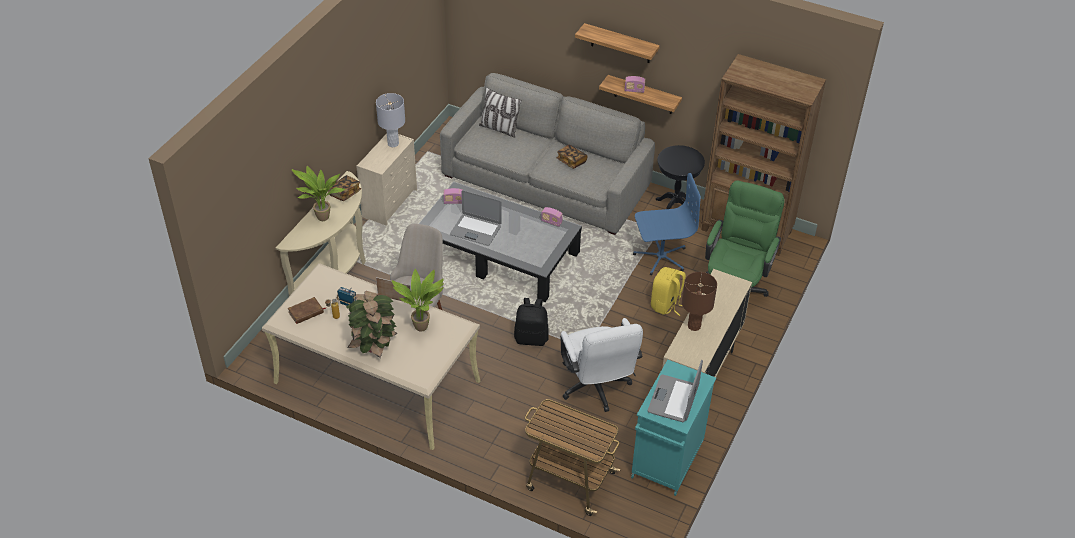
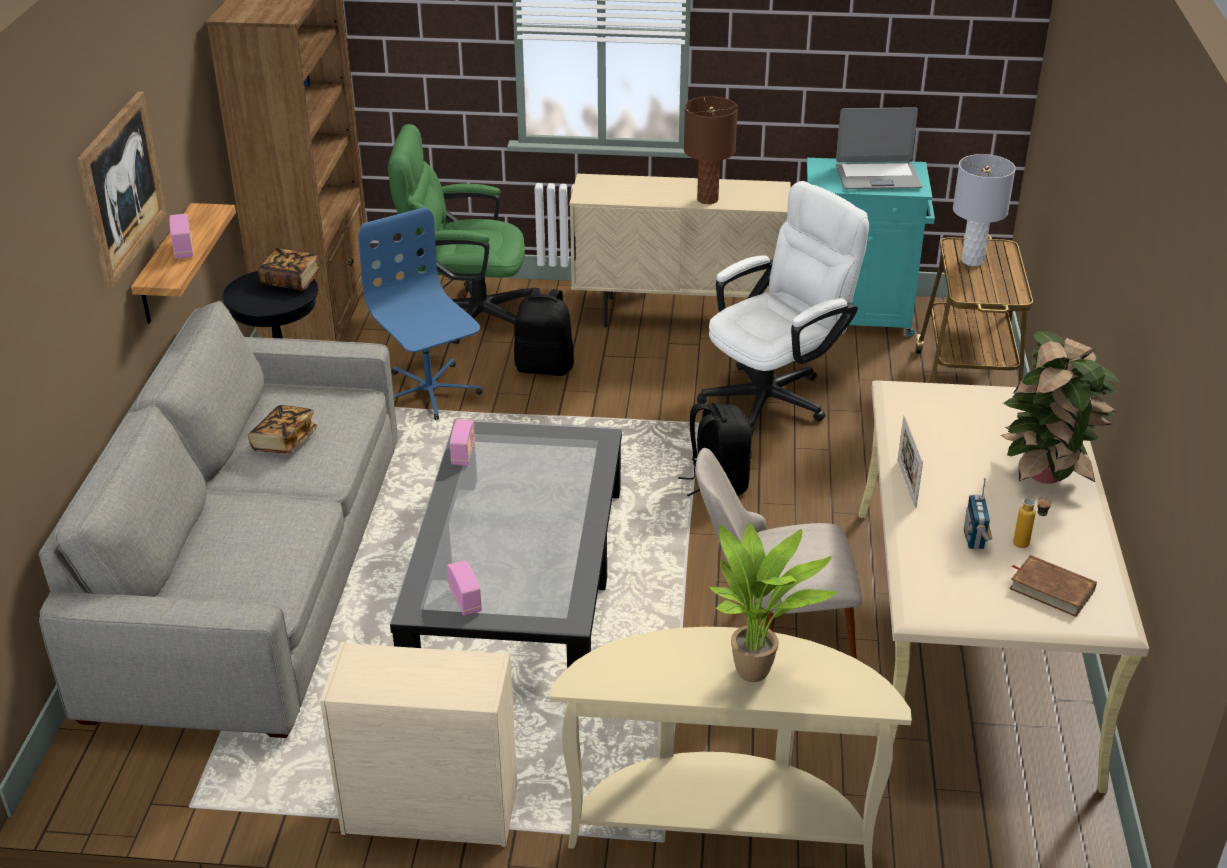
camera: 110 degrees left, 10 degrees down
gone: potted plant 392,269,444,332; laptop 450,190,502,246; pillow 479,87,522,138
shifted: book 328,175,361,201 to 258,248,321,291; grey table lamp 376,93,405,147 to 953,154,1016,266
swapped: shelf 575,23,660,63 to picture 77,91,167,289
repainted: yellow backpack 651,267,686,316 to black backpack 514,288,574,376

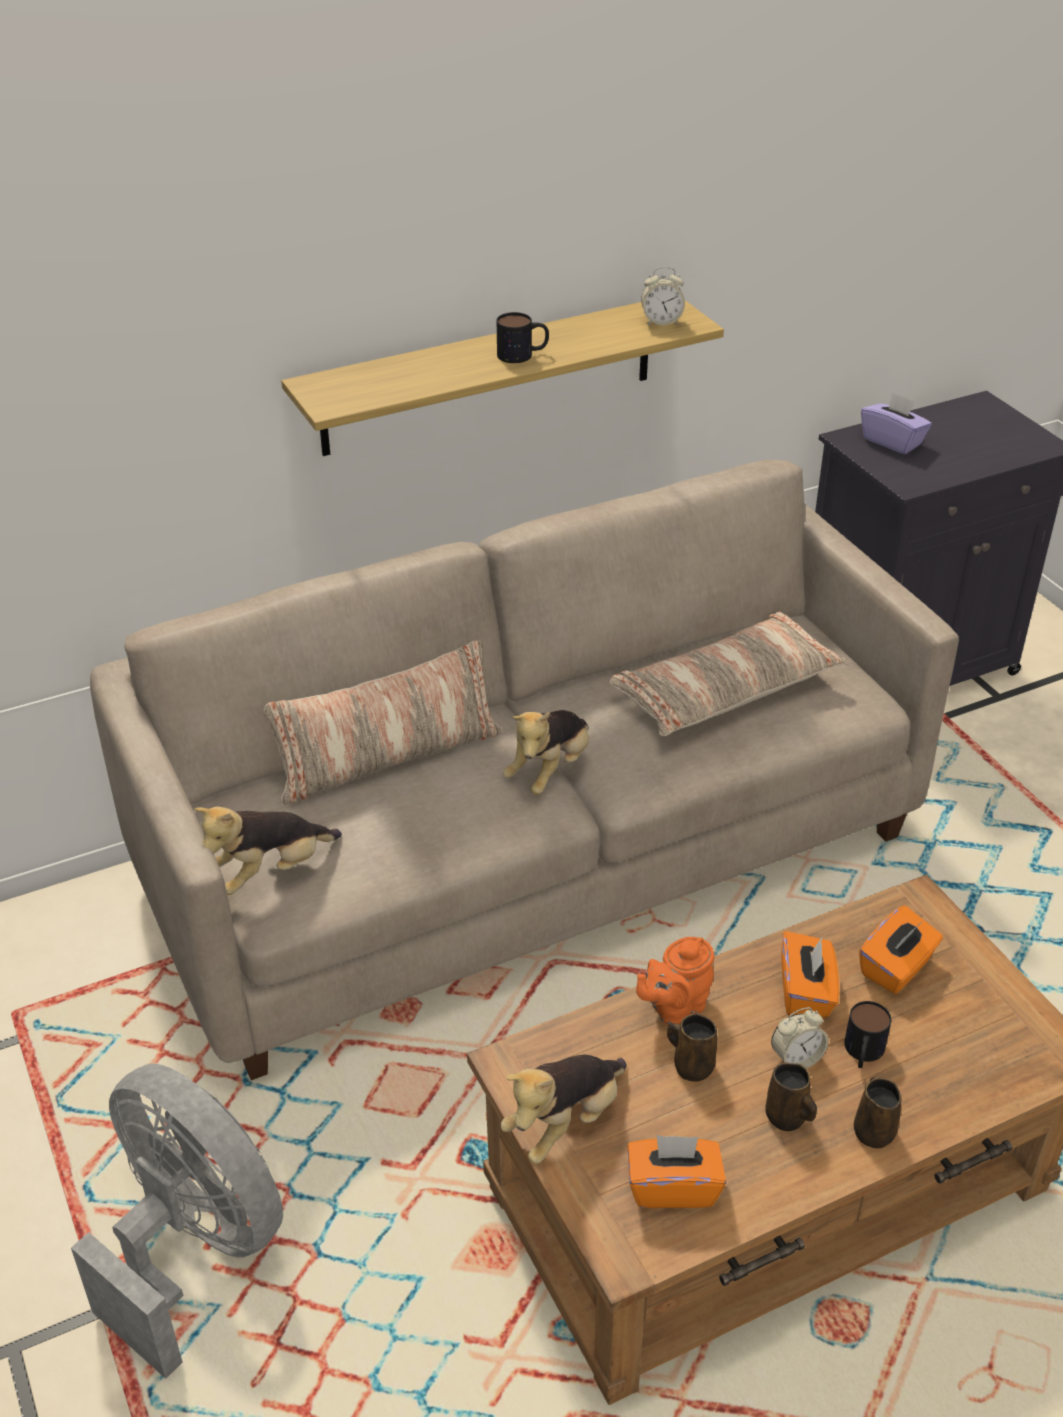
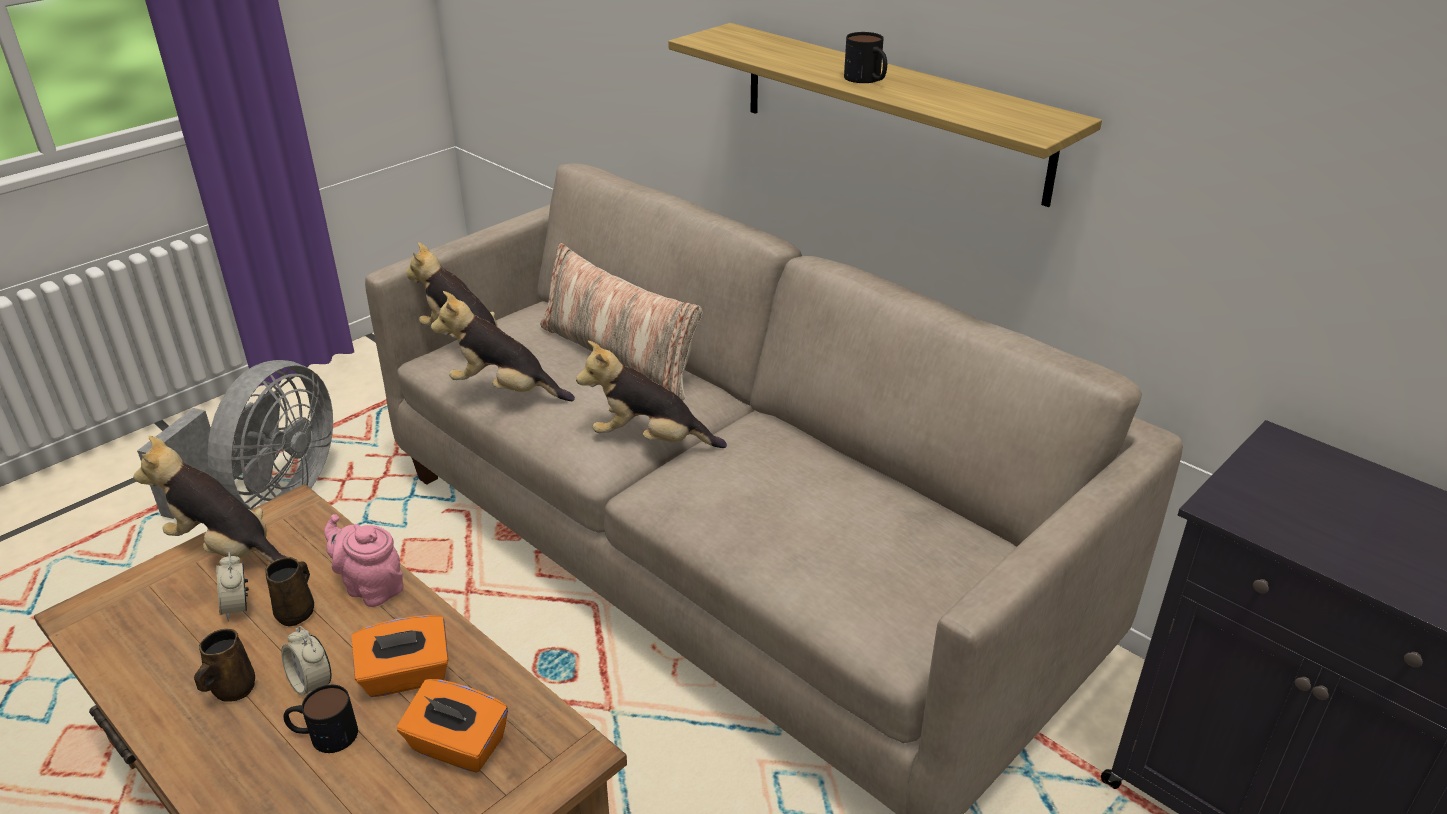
camera: 70 degrees right, 5 degrees down
gone: pillow 610,612,846,736; orange tissue box 628,1135,726,1208; brown mug 854,1077,901,1148; purple tissue box 861,392,932,454
new: plush toy 431,291,575,401
shifted: alarm clock 641,267,685,326 to 216,552,249,621
repainted: orange teapot 636,937,715,1025 to pink teapot 324,514,404,607

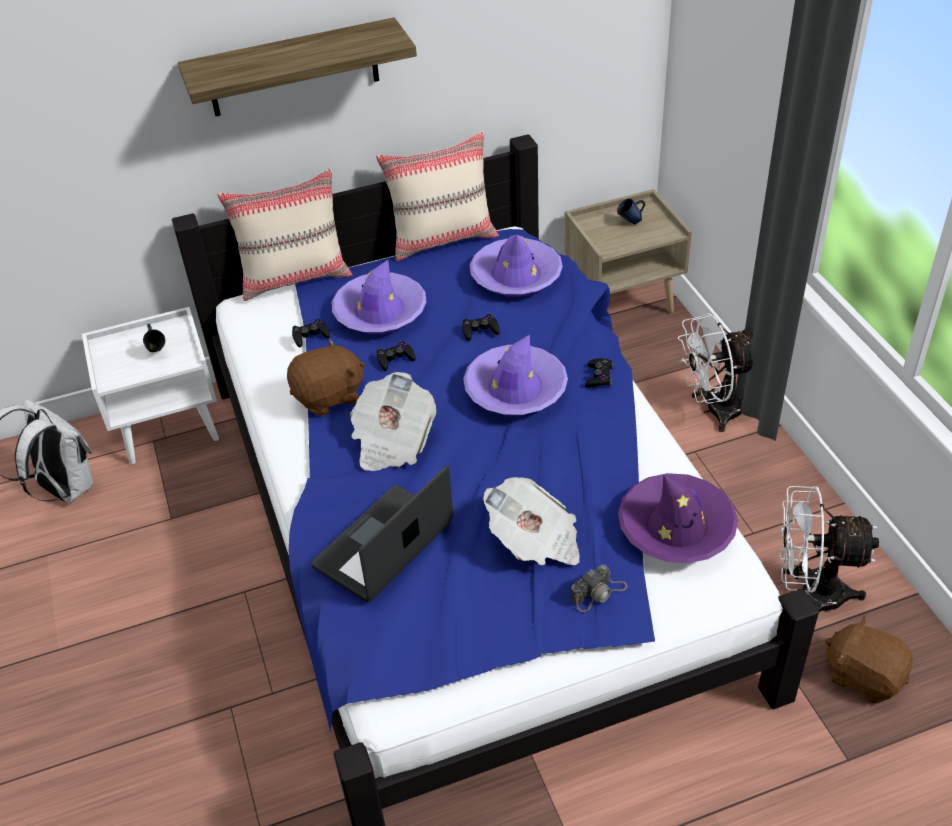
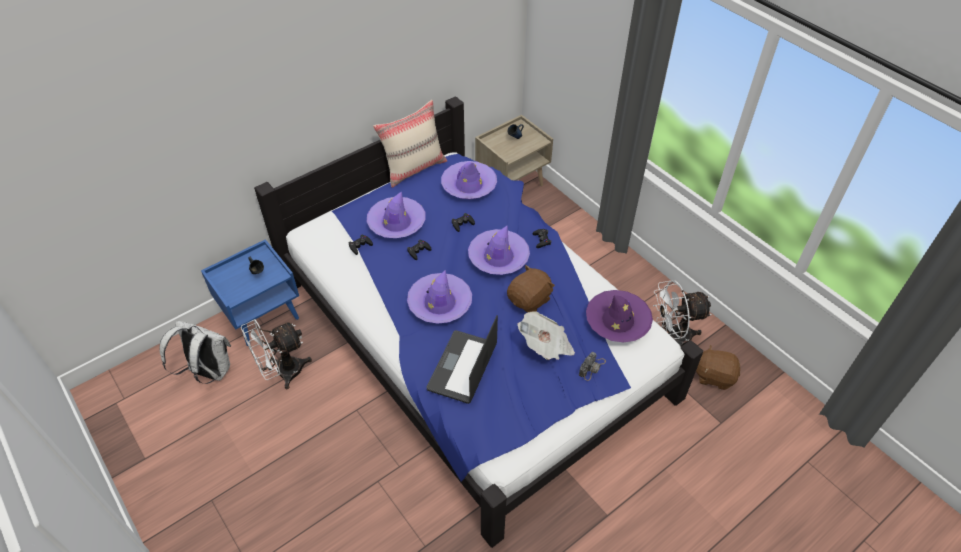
camera: 20 degrees left, 5 degrees up
gone: shelf 178,17,417,116; beige pillow 217,169,352,301
shifted: brown plush toy 287,339,365,416 to 507,265,555,313; white fan 678,313,753,432 to 241,319,312,390
swapped: newspaper 350,372,437,471 to purple hat 407,270,472,324
repainted: white nightstand 82,307,219,464 to blue nightstand 201,239,299,346

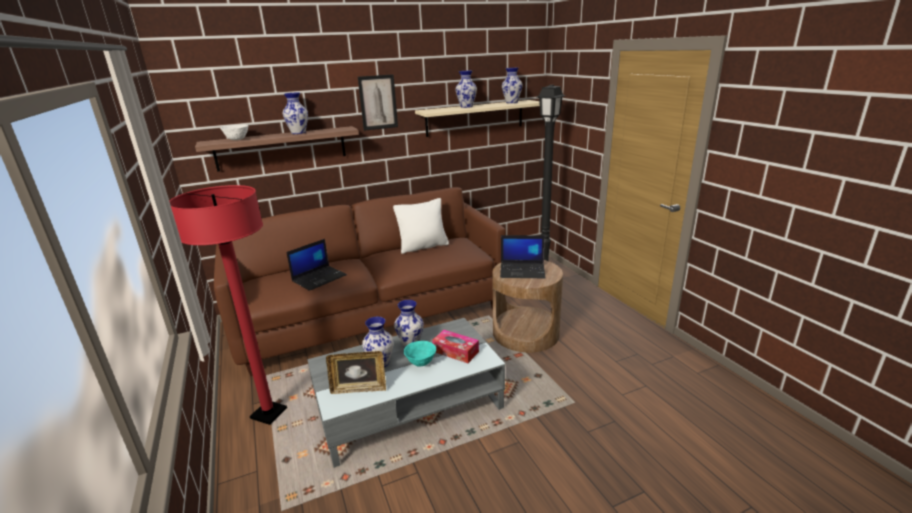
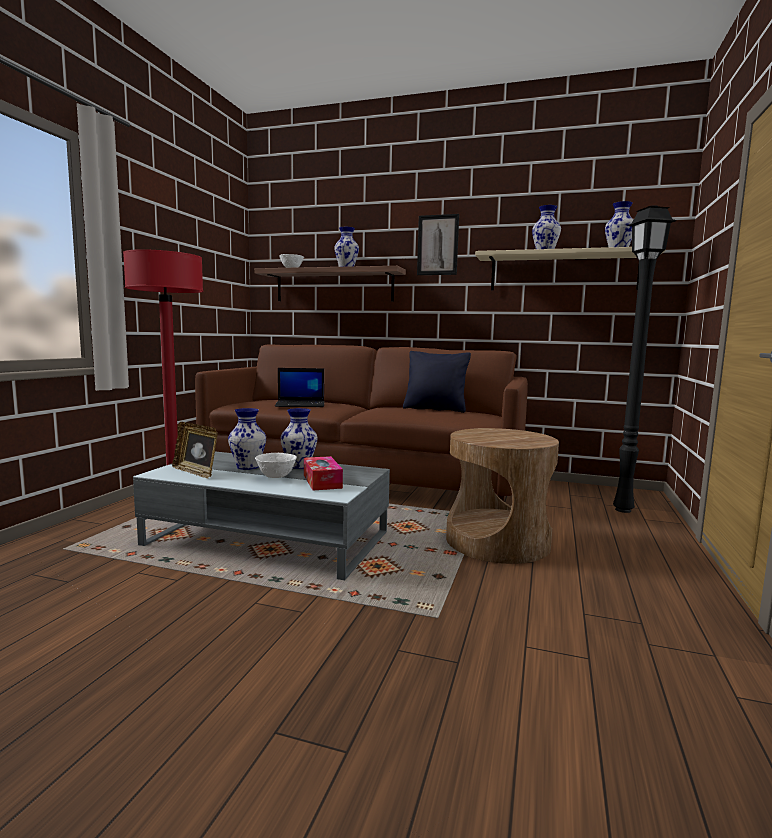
camera: 40 degrees right, 15 degrees down
gone: laptop 500,235,546,278
repainted: white pillow 393,198,449,254 to black pillow 403,351,471,413; turquoise bowl 404,341,436,367 to white bowl 255,453,297,478

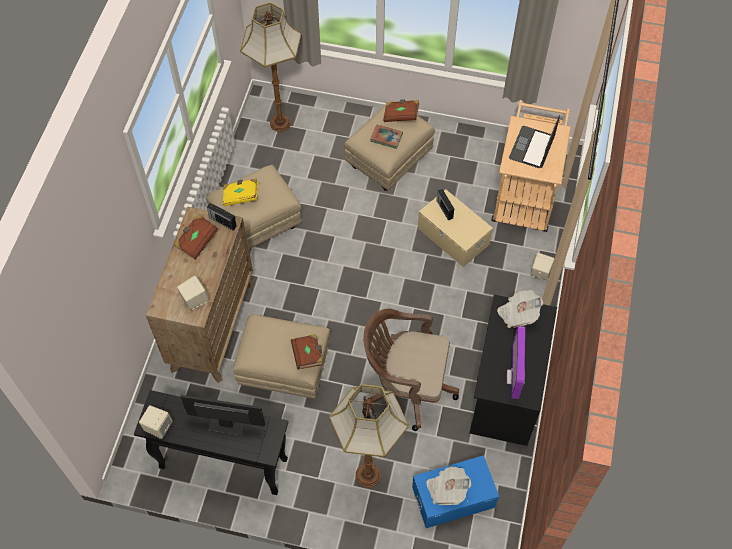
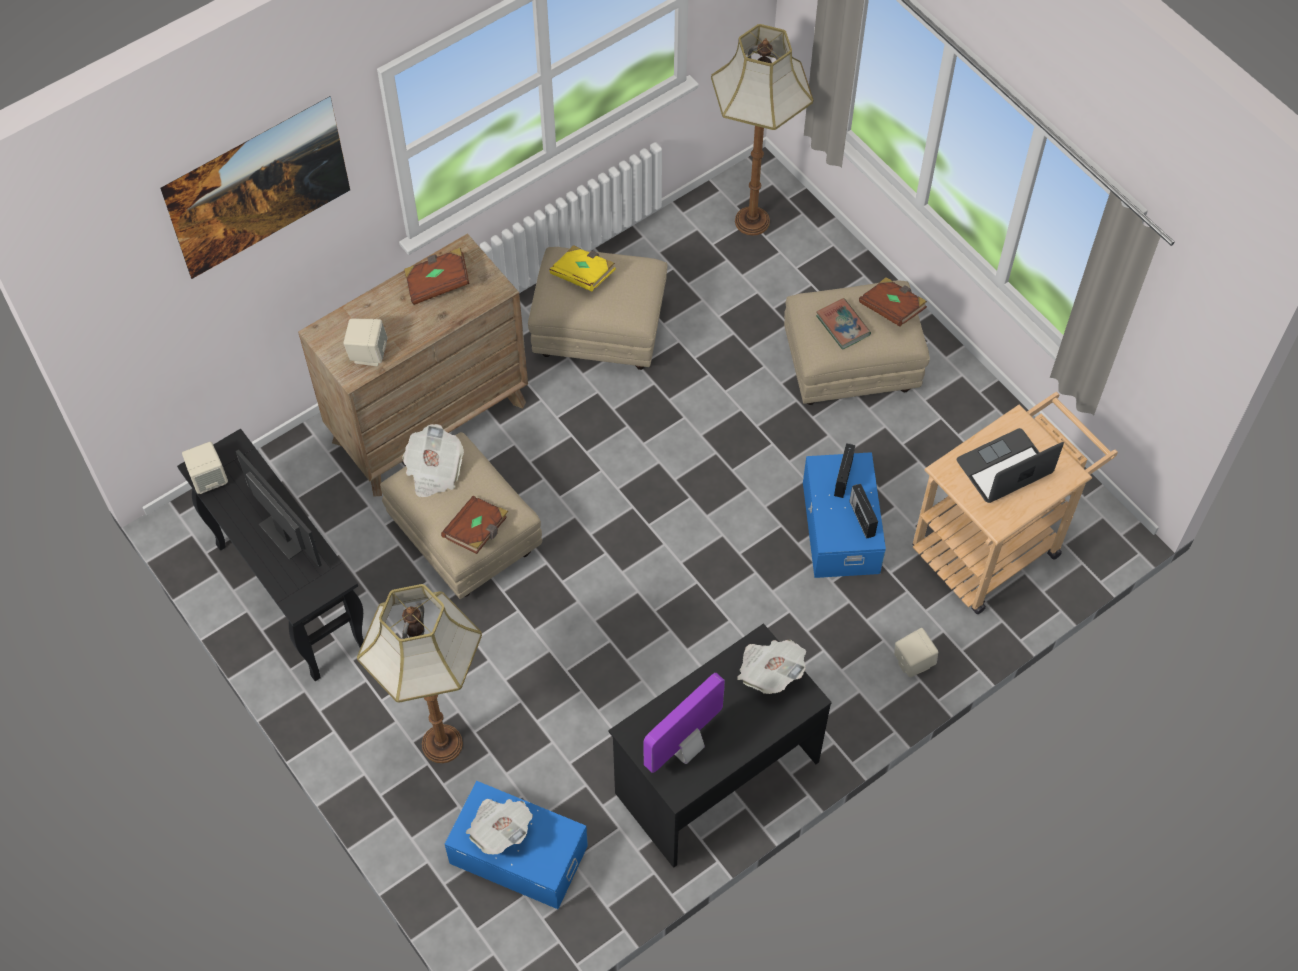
camera: 40 degrees right, 0 degrees up
gone: brown office chair 363,309,459,431
new: picture 160,96,350,279; newspaper 402,424,464,498
shifted: radio 207,203,237,230 to 849,484,878,539
repainted: beige storage box 418,189,493,267 to blue storage box 803,452,886,578

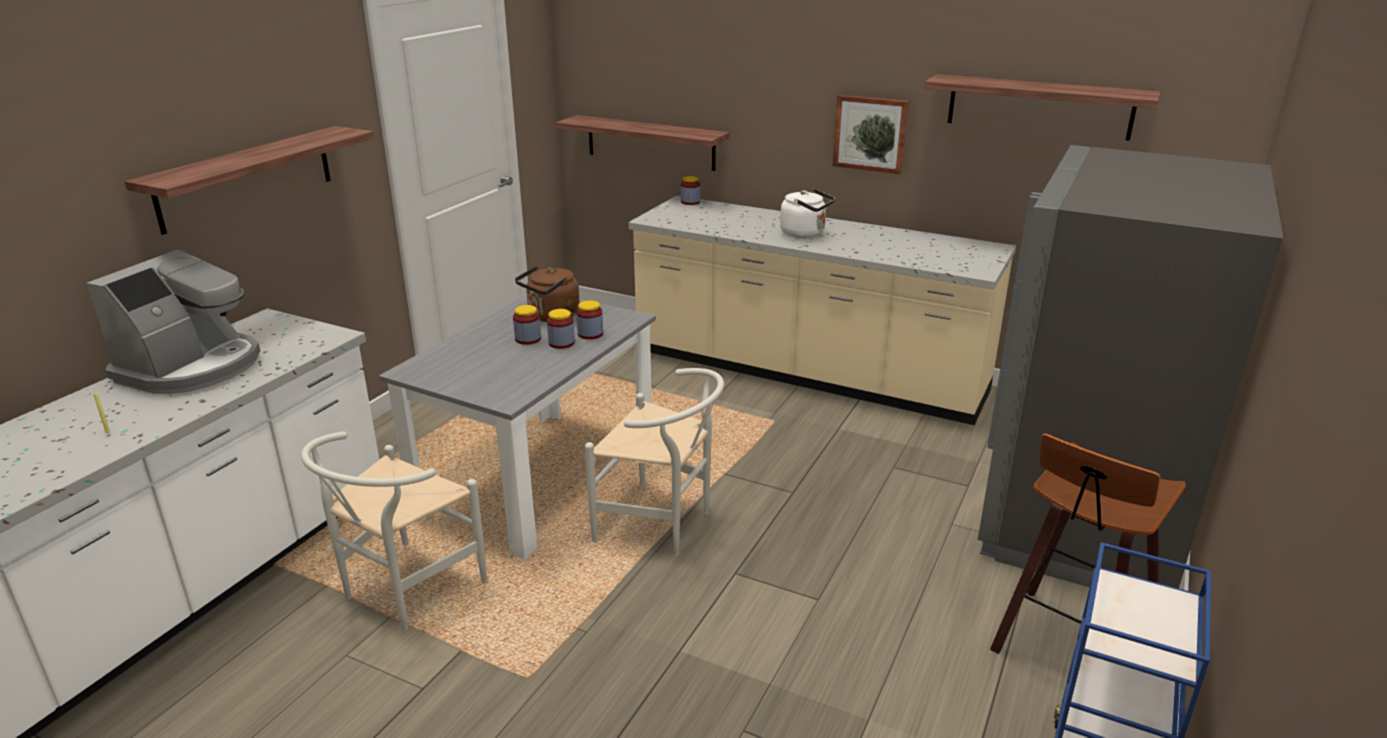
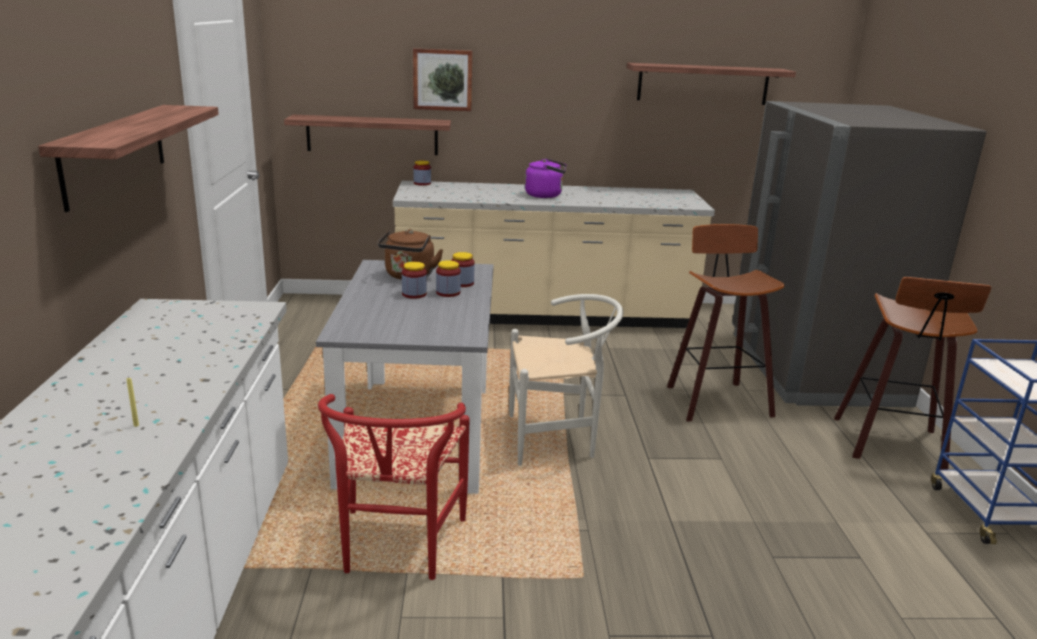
camera: 30 degrees left, 5 degrees down
gone: coffee machine 86,249,260,394
new: stool 667,224,784,421
shifted: picture 833,95,909,174 to 413,48,472,111
repainted: white chair 301,431,487,631 to red chair 318,394,470,580; white kettle 780,189,835,238 to purple kettle 525,158,566,198

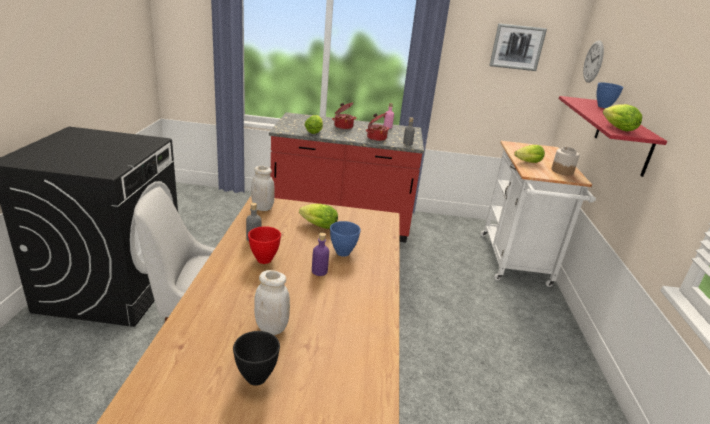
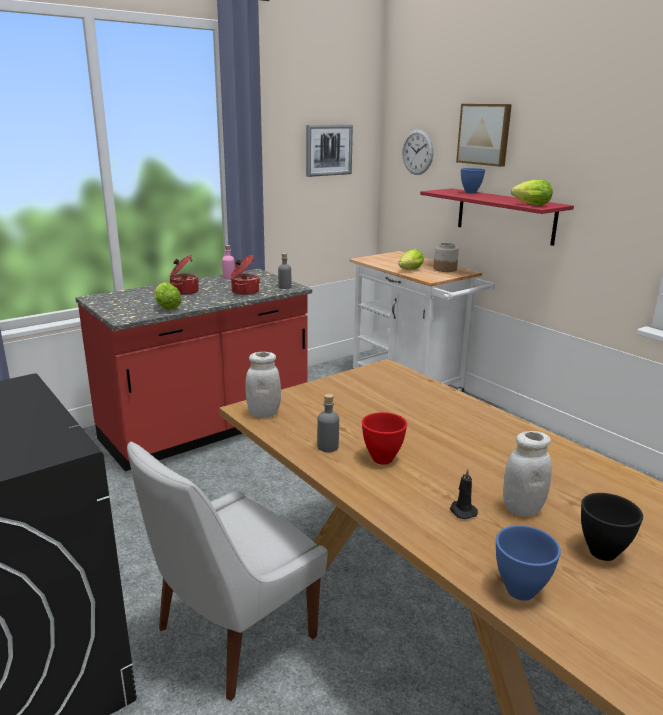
camera: 40 degrees left, 5 degrees down
gone: lettuce 299,204,338,229; purple bottle 312,233,329,276
new: black candle 450,469,478,519; picture 456,104,512,167
shifted: blue bowl 330,221,361,257 to 496,525,561,601

